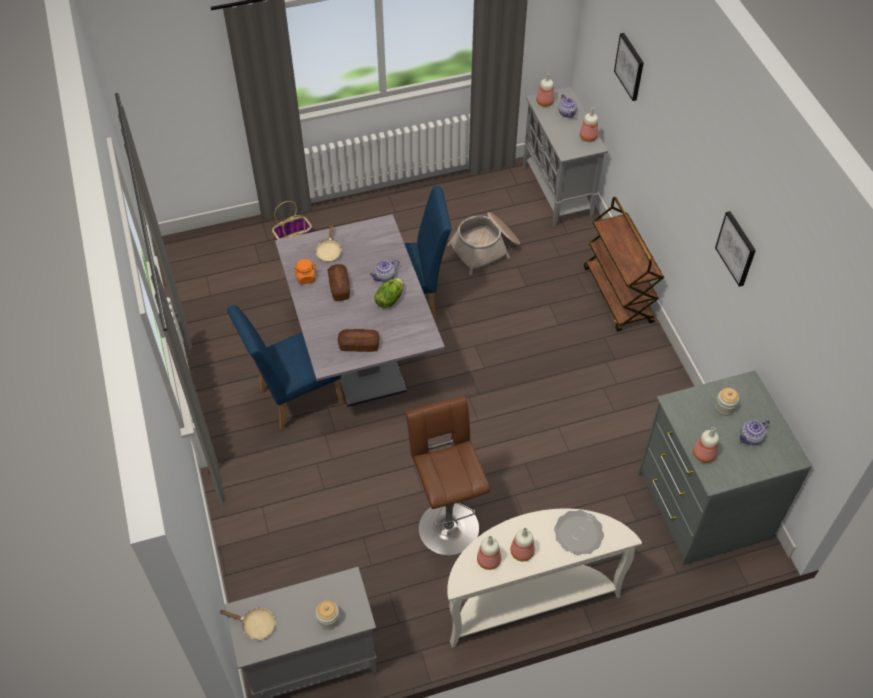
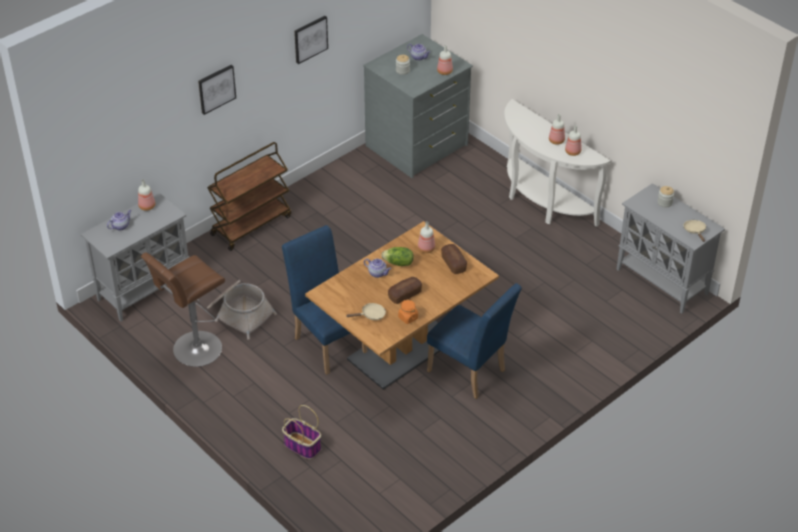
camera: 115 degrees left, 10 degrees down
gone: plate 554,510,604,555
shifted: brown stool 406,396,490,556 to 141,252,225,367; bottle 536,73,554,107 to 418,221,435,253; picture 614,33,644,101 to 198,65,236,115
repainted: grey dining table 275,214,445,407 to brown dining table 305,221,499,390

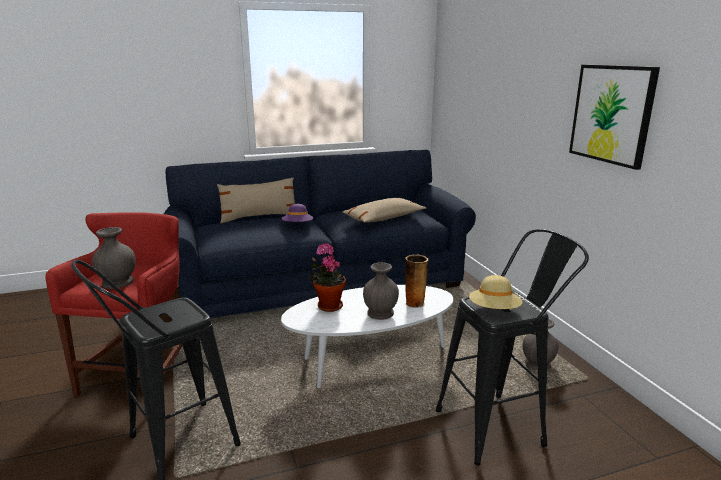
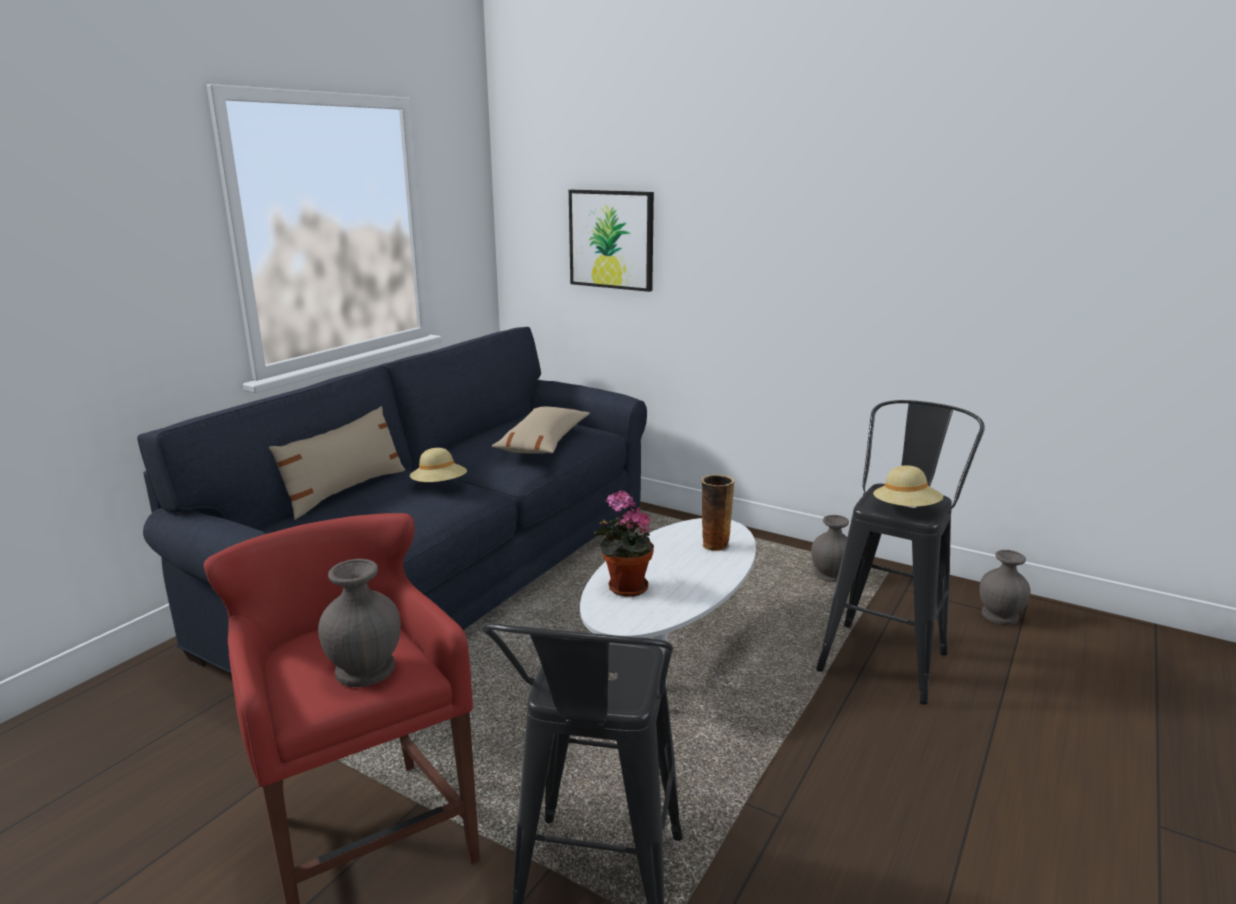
camera: 40 degrees left, 0 degrees up
shifted: grey vase 363,262,399,320 to 979,550,1031,625; picture 569,65,660,170 to 569,190,654,292
repainted: purple hat 282,204,314,222 to beige hat 410,448,467,482

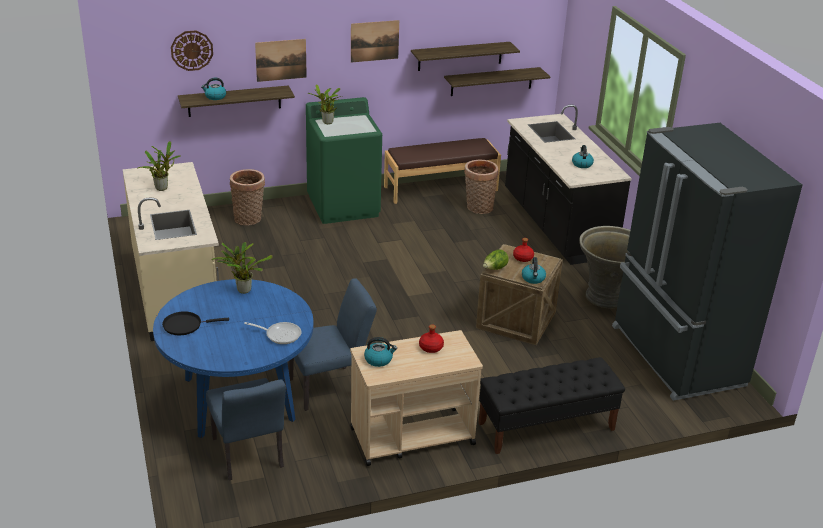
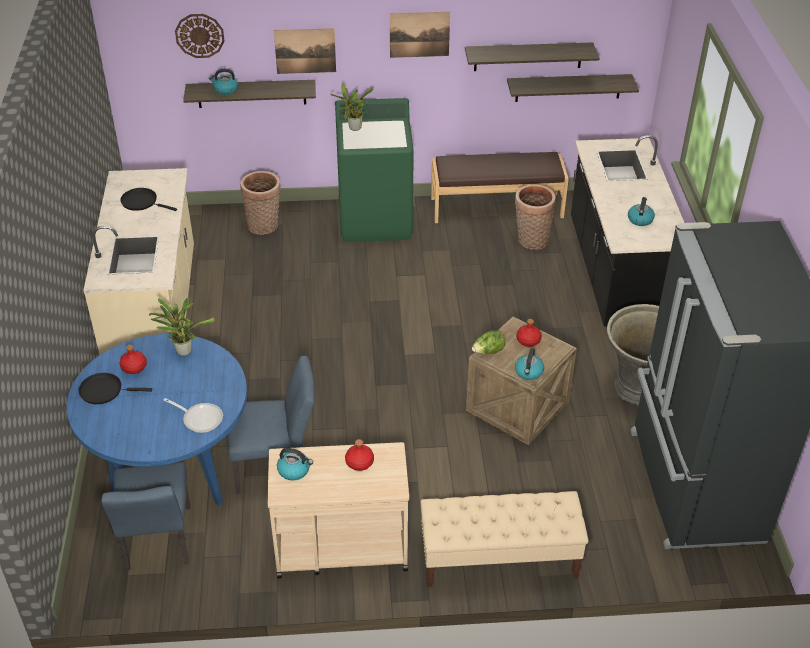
camera: 15 degrees right, 10 degrees up
new: red bottle 119,344,147,374
swapped: potted plant 138,141,181,191 to black frying pan 120,188,177,211
repainted: black bench 479,357,625,454 to beige bench 421,491,588,587

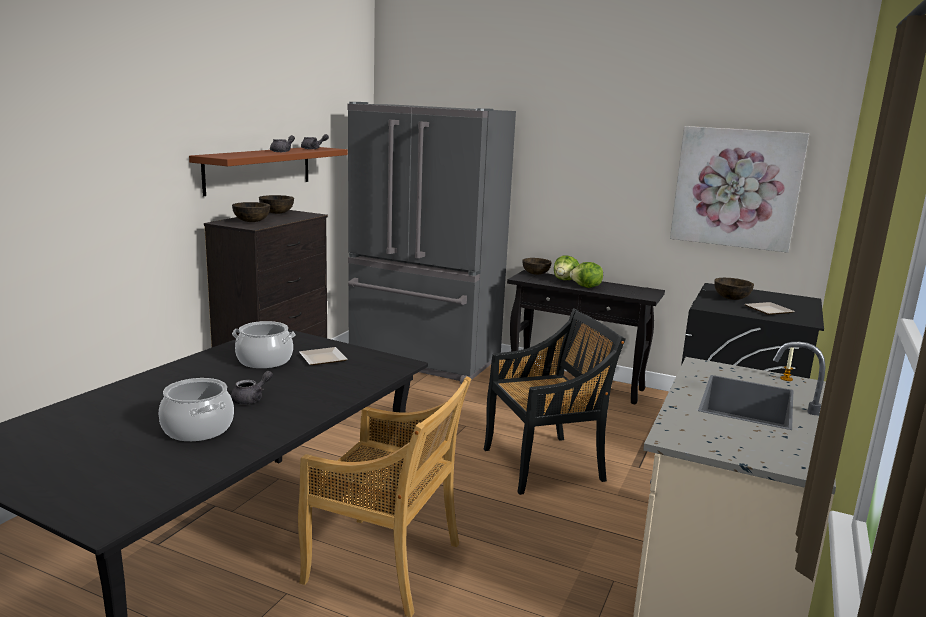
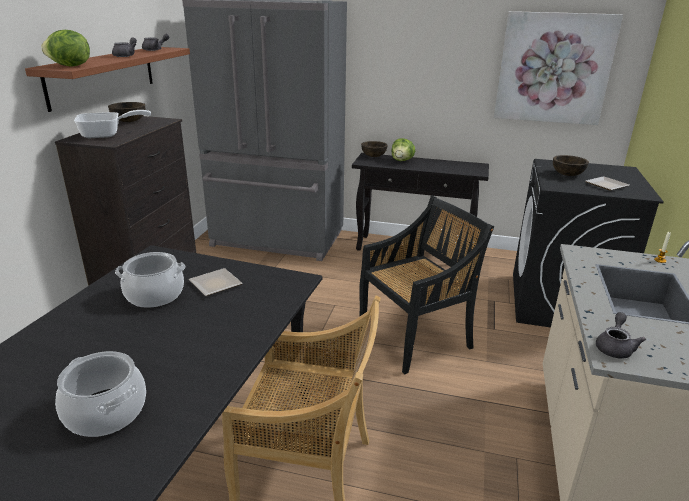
camera: 10 degrees left, 10 degrees up
shifted: grey teapot 231,371,273,404 to 596,312,646,358; lettuce 570,262,603,288 to 41,30,90,66
swapped: brown bowl 232,202,270,222 to frying pan 74,110,151,138

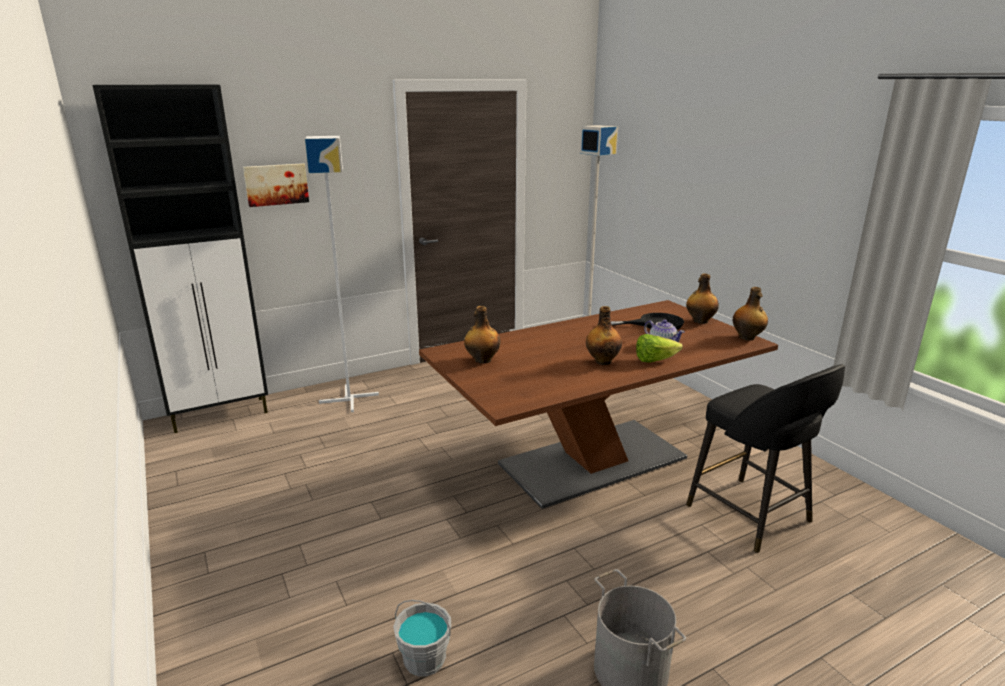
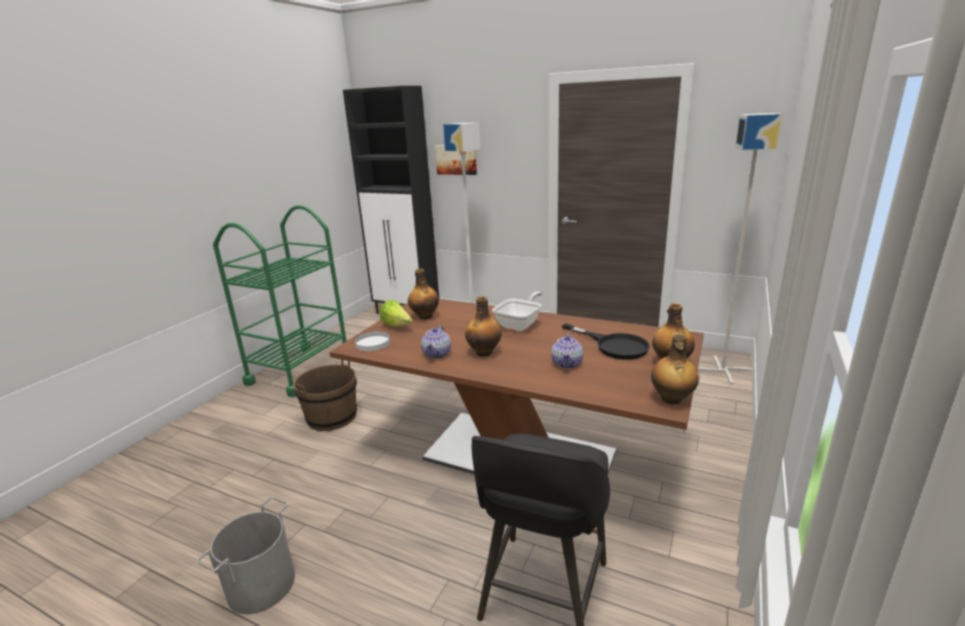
camera: 55 degrees right, 0 degrees up
gone: grey bucket 393,600,451,676
new: green cart 213,205,346,397; brown bucket 293,360,357,431; white plate 355,331,390,351; teapot 421,326,451,359; frying pan 492,291,542,331
shifted: lettuce 636,334,683,363 to 380,300,413,327

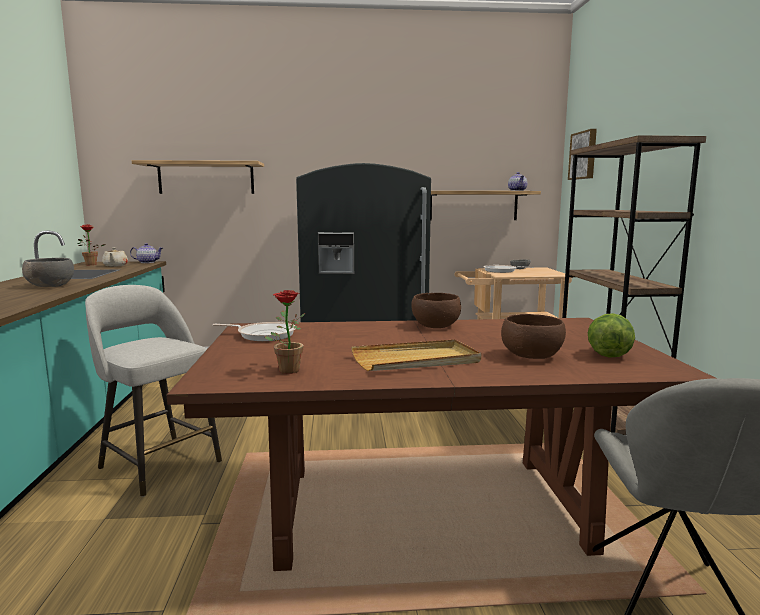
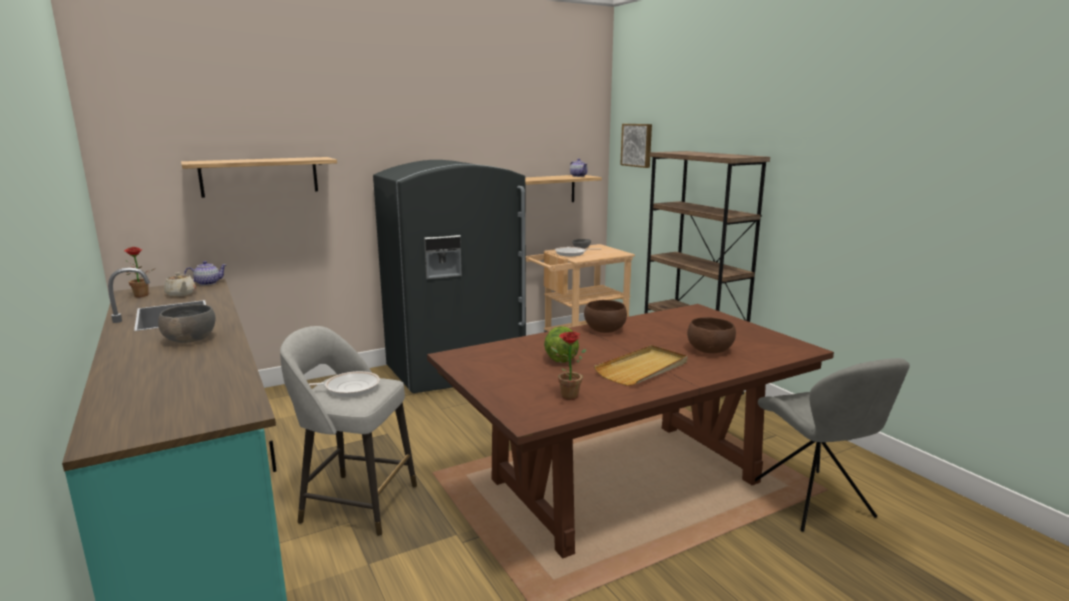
camera: 25 degrees left, 5 degrees up
shifted: frying pan 212,322,295,341 to 309,371,380,397; lettuce 588,313,635,358 to 544,326,579,362

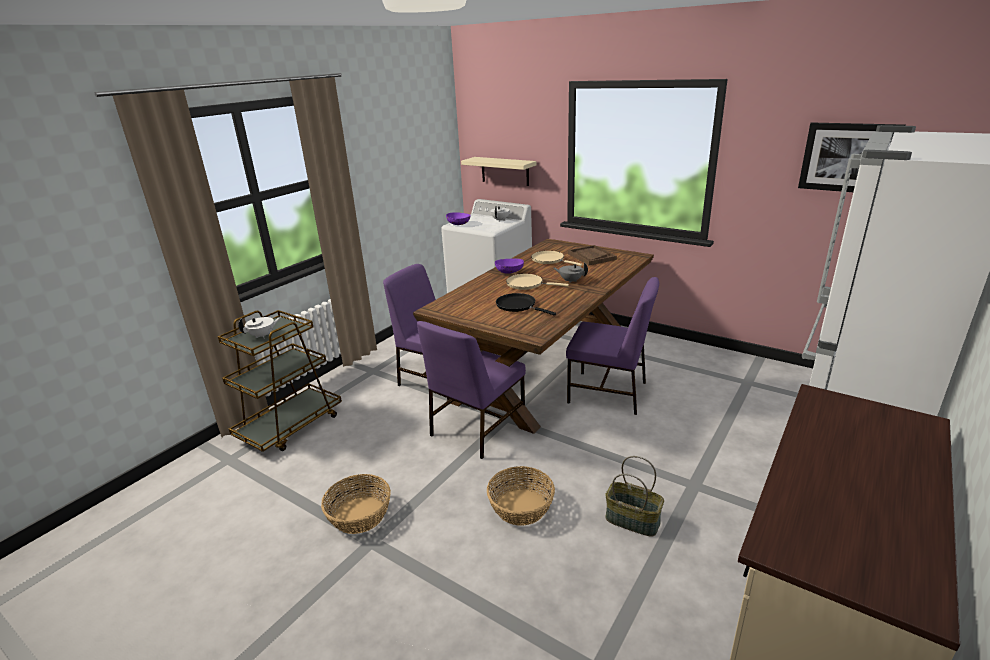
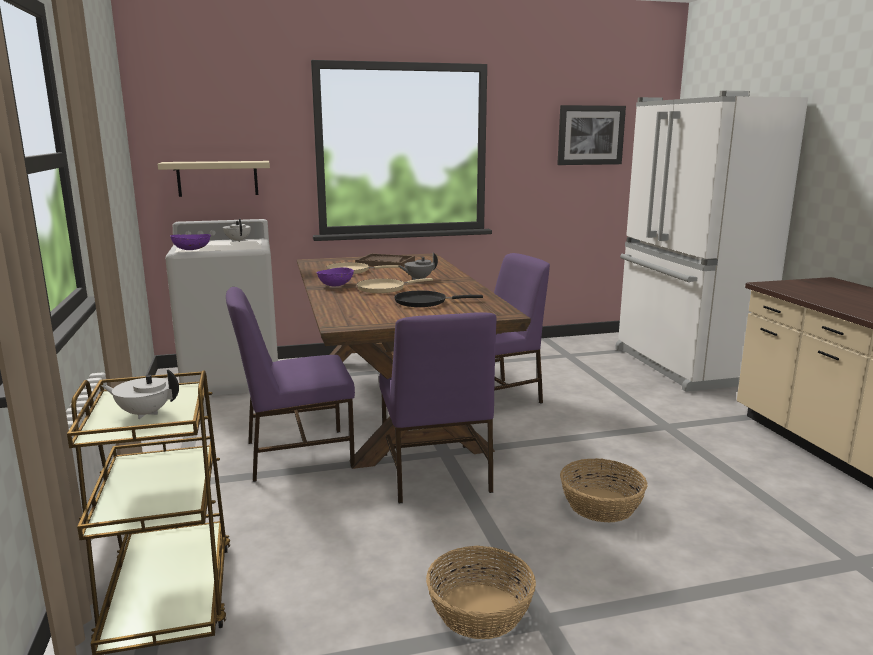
camera: 50 degrees left, 10 degrees down
gone: basket 605,456,664,537
rotated: white teapot 238,317,281,339 = 101,369,179,419 90 degrees counterclockwise

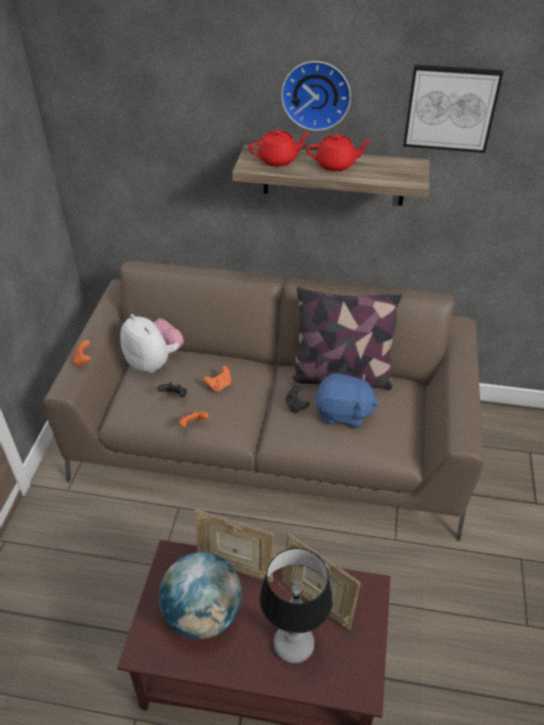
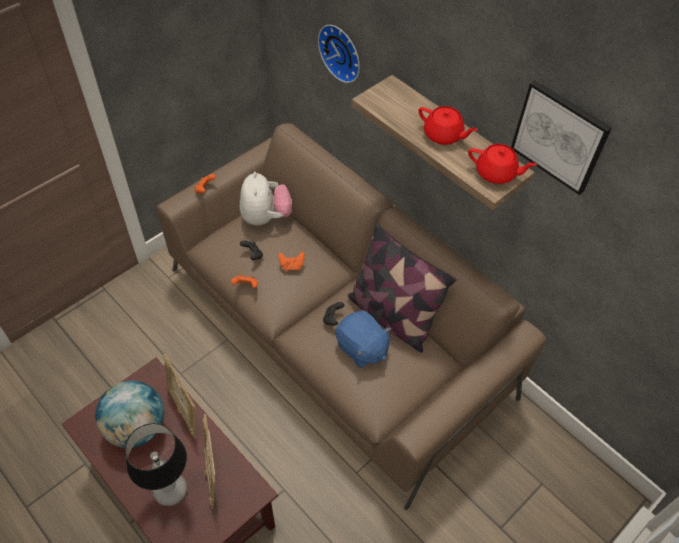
camera: 35 degrees right, 10 degrees up
shifted: red teapot 249,130,310,167 to 468,144,537,184; wall clock 281,61,351,131 to 318,25,360,83

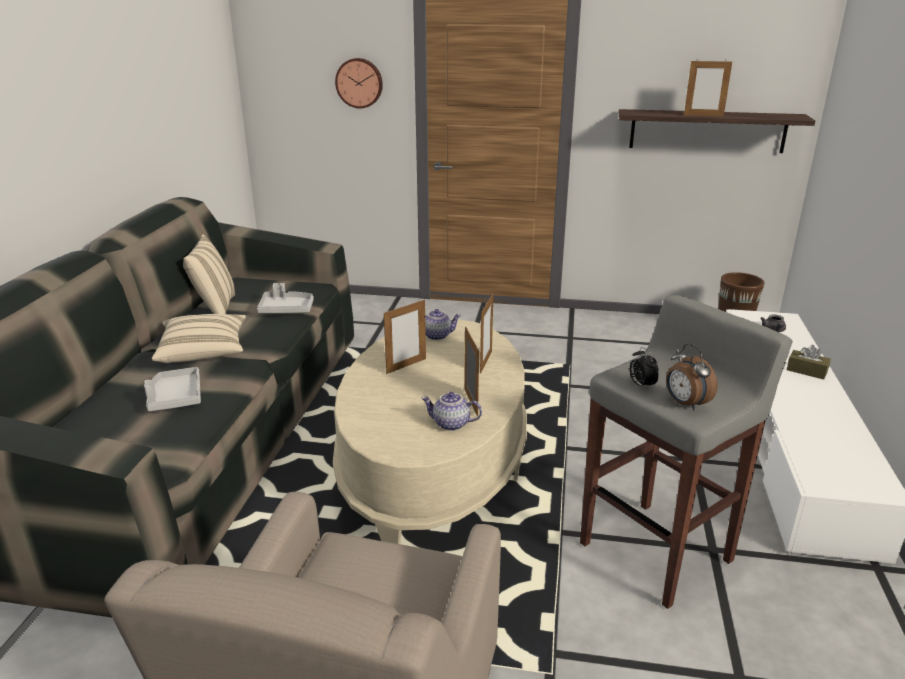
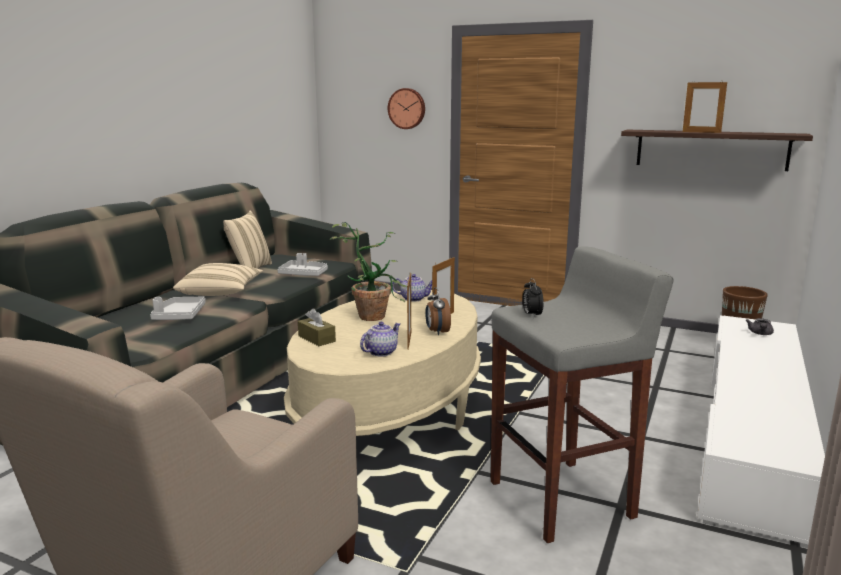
camera: 15 degrees right, 10 degrees down
shifted: alarm clock 666,344,717,410 to 425,287,451,335; brown tissue box 787,345,831,380 to 298,308,336,346
swapped: picture frame 384,299,426,374 to potted plant 329,222,407,321
rotated: teapot 421,392,482,431 = 360,322,401,356 105 degrees clockwise

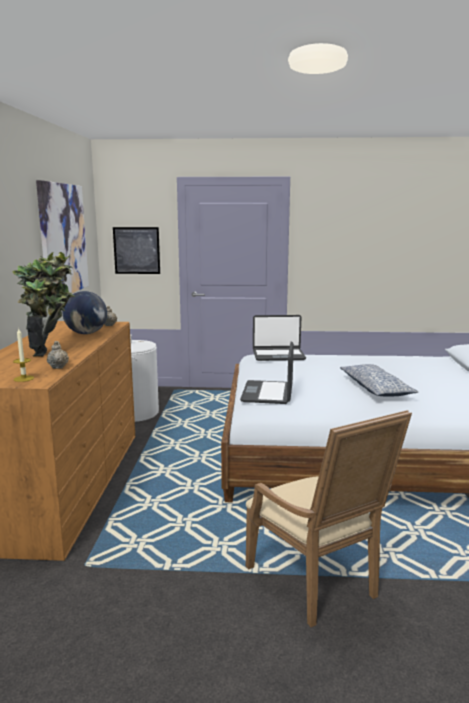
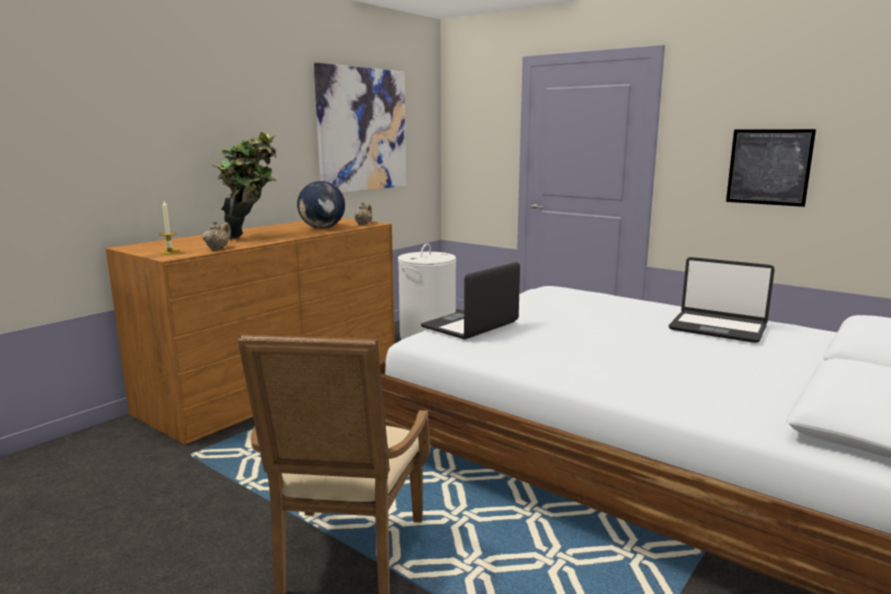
camera: 35 degrees right, 0 degrees up
gone: pillow 340,364,418,397
shifted: picture 113,227,160,274 to 726,129,816,207; laptop 253,315,306,361 to 668,257,775,343

